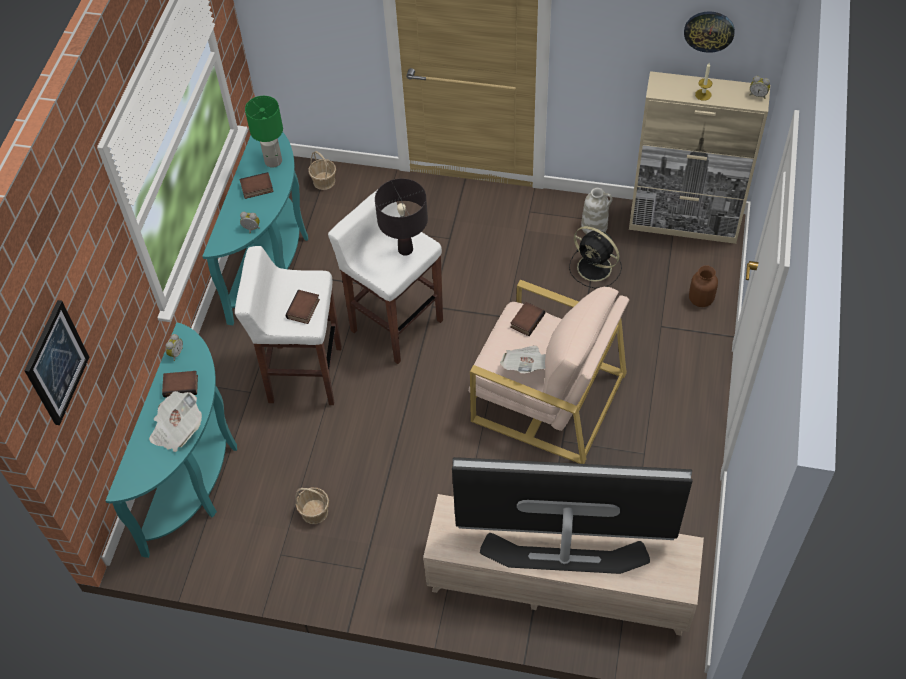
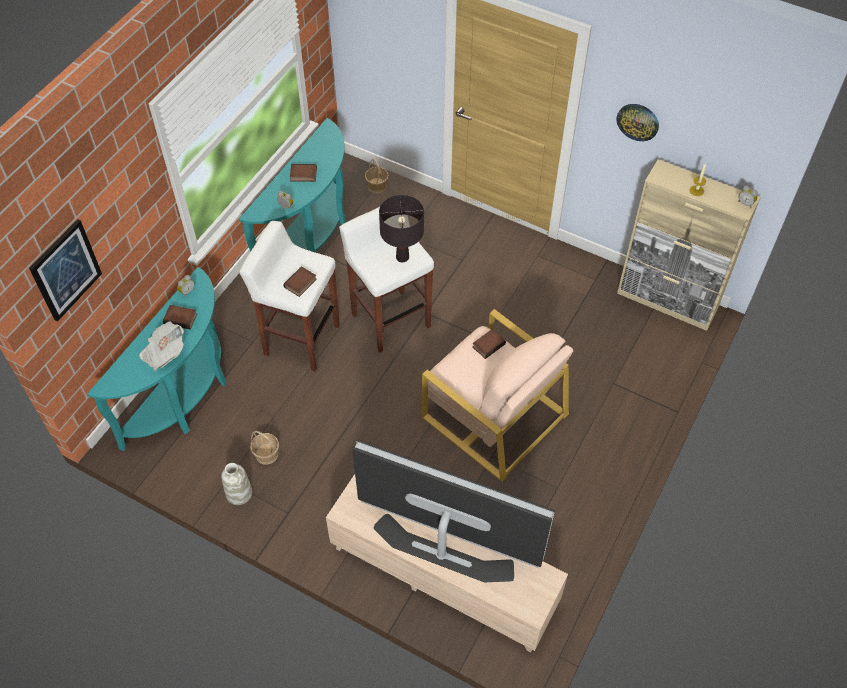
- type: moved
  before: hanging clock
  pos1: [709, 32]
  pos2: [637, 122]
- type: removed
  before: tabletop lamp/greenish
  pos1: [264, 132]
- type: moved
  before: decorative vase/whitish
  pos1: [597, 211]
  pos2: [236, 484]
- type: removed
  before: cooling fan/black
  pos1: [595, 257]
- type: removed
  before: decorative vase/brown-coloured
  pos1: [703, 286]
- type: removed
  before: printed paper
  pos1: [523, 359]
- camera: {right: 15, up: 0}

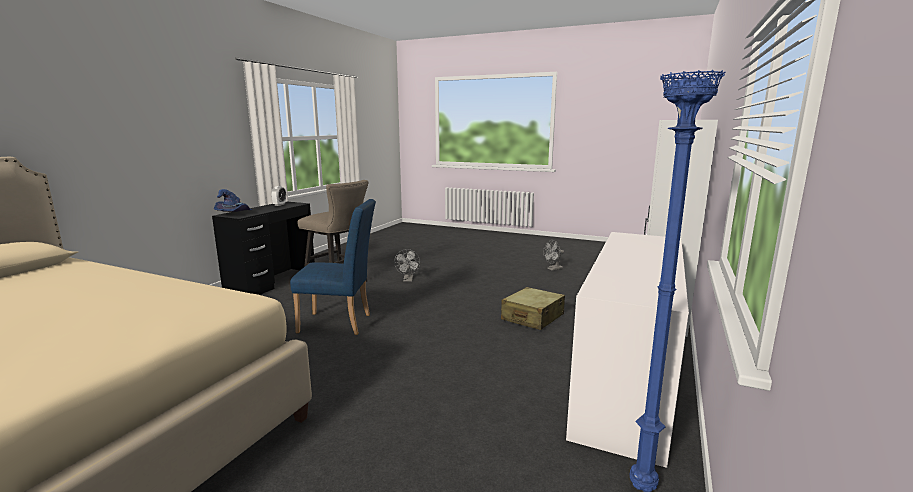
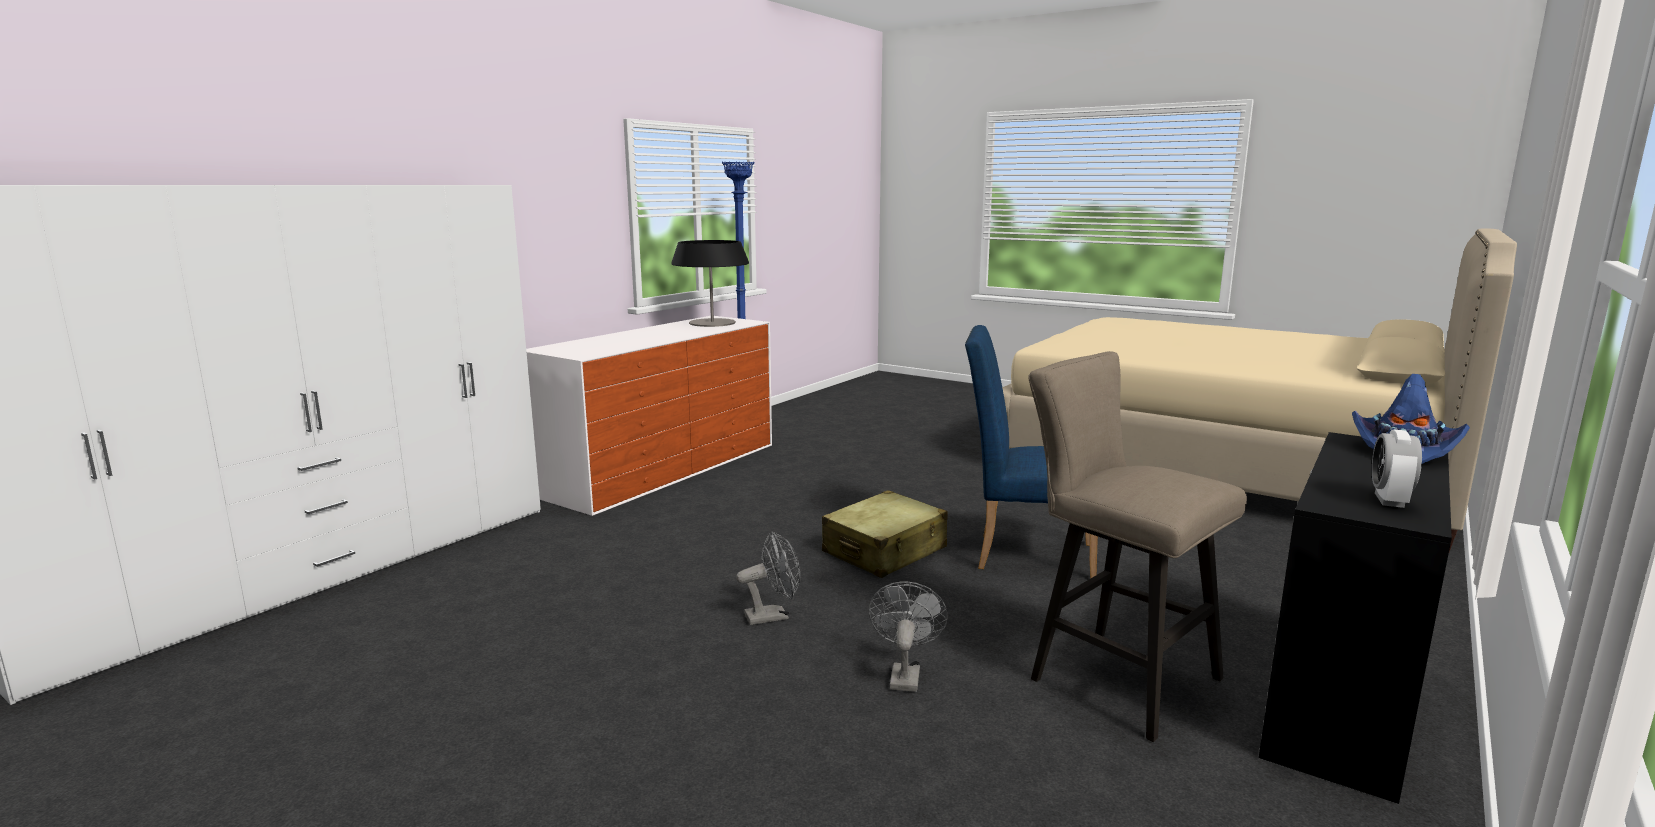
- type: moved
  before: cooling fan/gray
  pos1: [553, 255]
  pos2: [768, 578]
- type: moved
  before: travel case/beige
  pos1: [533, 308]
  pos2: [885, 534]
- type: added
  after: tabletop lamp
  pos2: [710, 283]
- camera: {right: -170, up: 0}

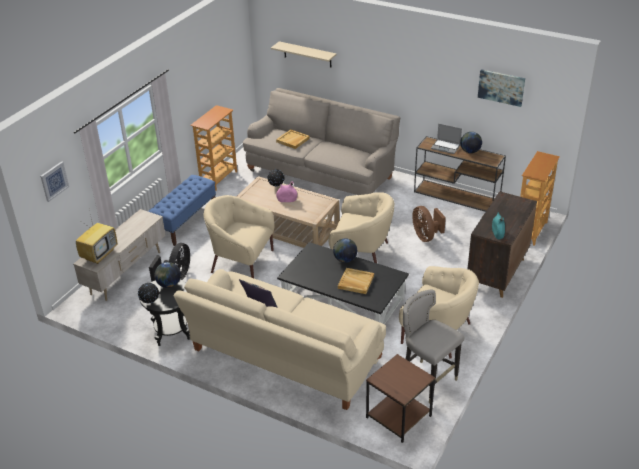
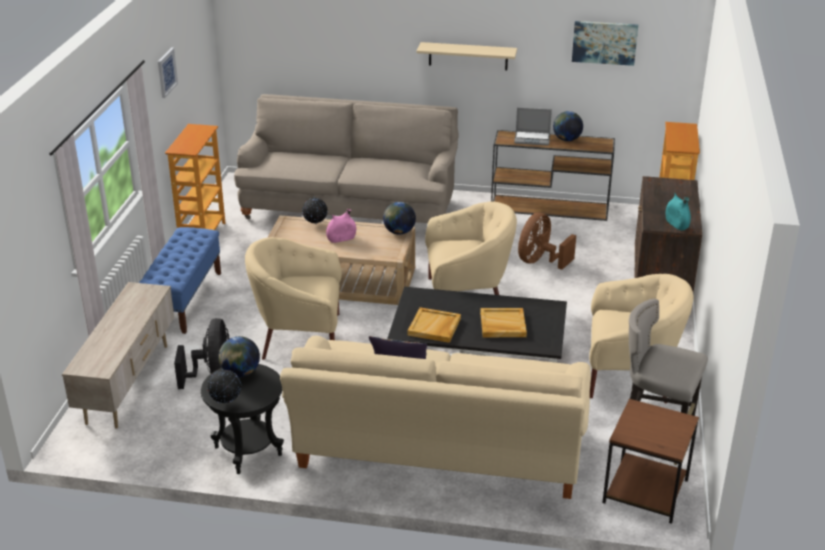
- type: moved
  before: bracket shelf/beige
  pos1: [304, 54]
  pos2: [467, 56]
- type: moved
  before: tray/beige
  pos1: [293, 139]
  pos2: [434, 325]
- type: moved
  before: wall art
  pos1: [54, 181]
  pos2: [168, 73]
- type: turned
  before: cooling fan/brown-coloured
  pos1: [429, 224]
  pos2: [547, 241]
  turn: 75
- type: removed
  before: TV set
  pos1: [96, 239]
- type: moved
  before: desk globe
  pos1: [345, 250]
  pos2: [399, 218]
- camera: {right: -20, up: -5}

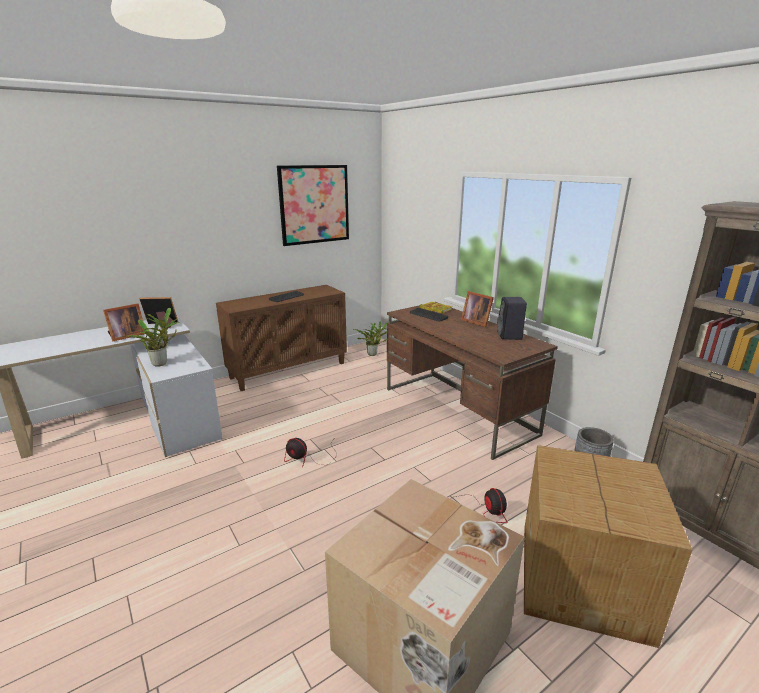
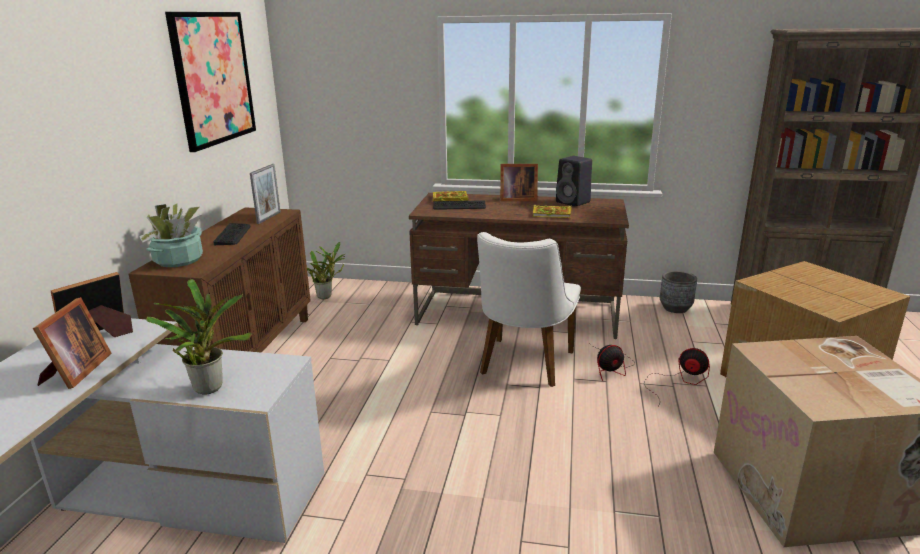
- type: moved
  before: cooling fan
  pos1: [310, 452]
  pos2: [613, 363]
- type: added
  after: picture frame
  pos2: [265, 194]
- type: added
  after: houseplant
  pos2: [171, 235]
- type: added
  after: bound book
  pos2: [552, 211]
- type: added
  after: upright chair/whitish
  pos2: [529, 309]
- camera: {right: -45, up: 0}

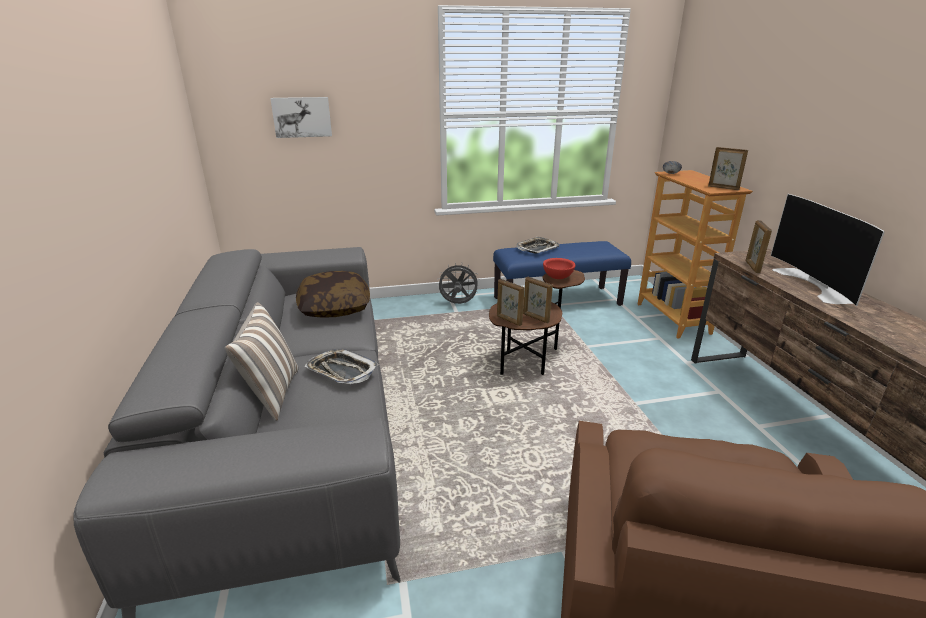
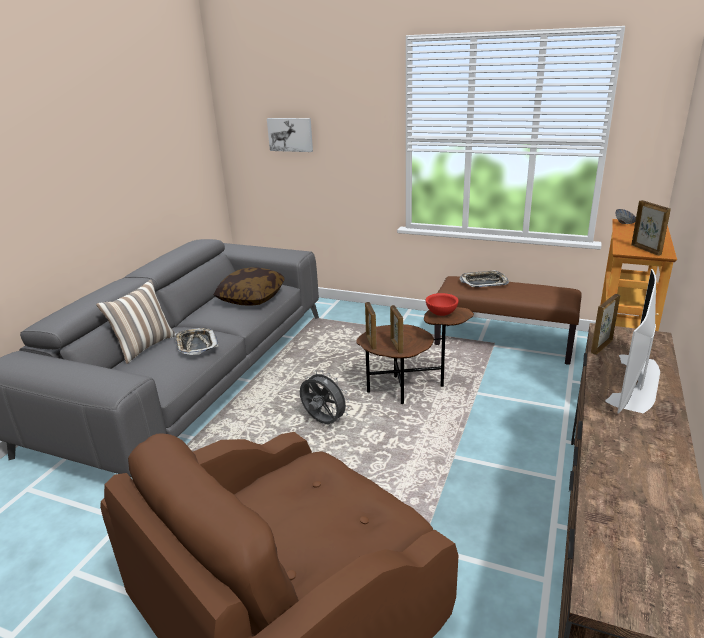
- type: recoloured
  before: long seat/blue-coloured
  after: long seat/brown-coloured
  pos1: [562, 273]
  pos2: [508, 320]
- type: moved
  before: cooling fan/gray
  pos1: [458, 283]
  pos2: [325, 397]
- camera: {right: 35, up: 0}

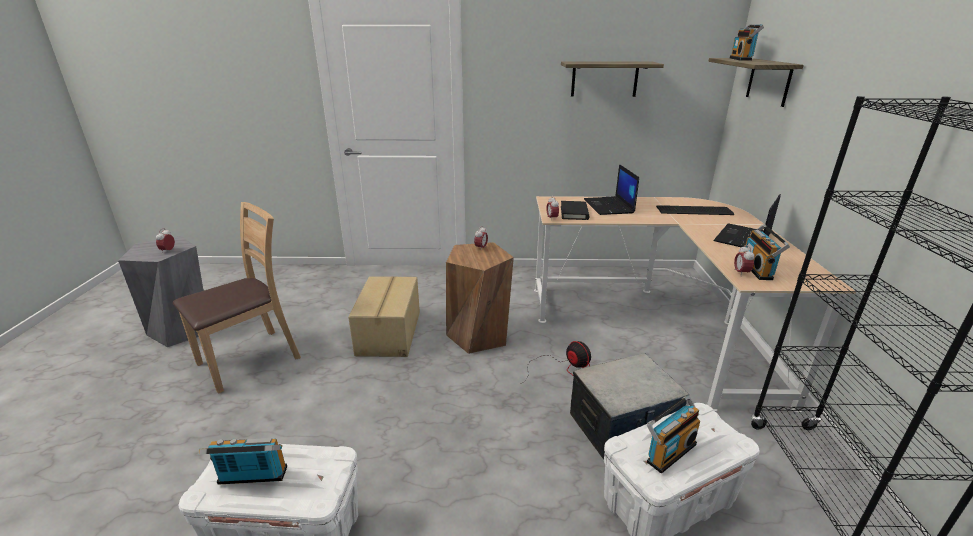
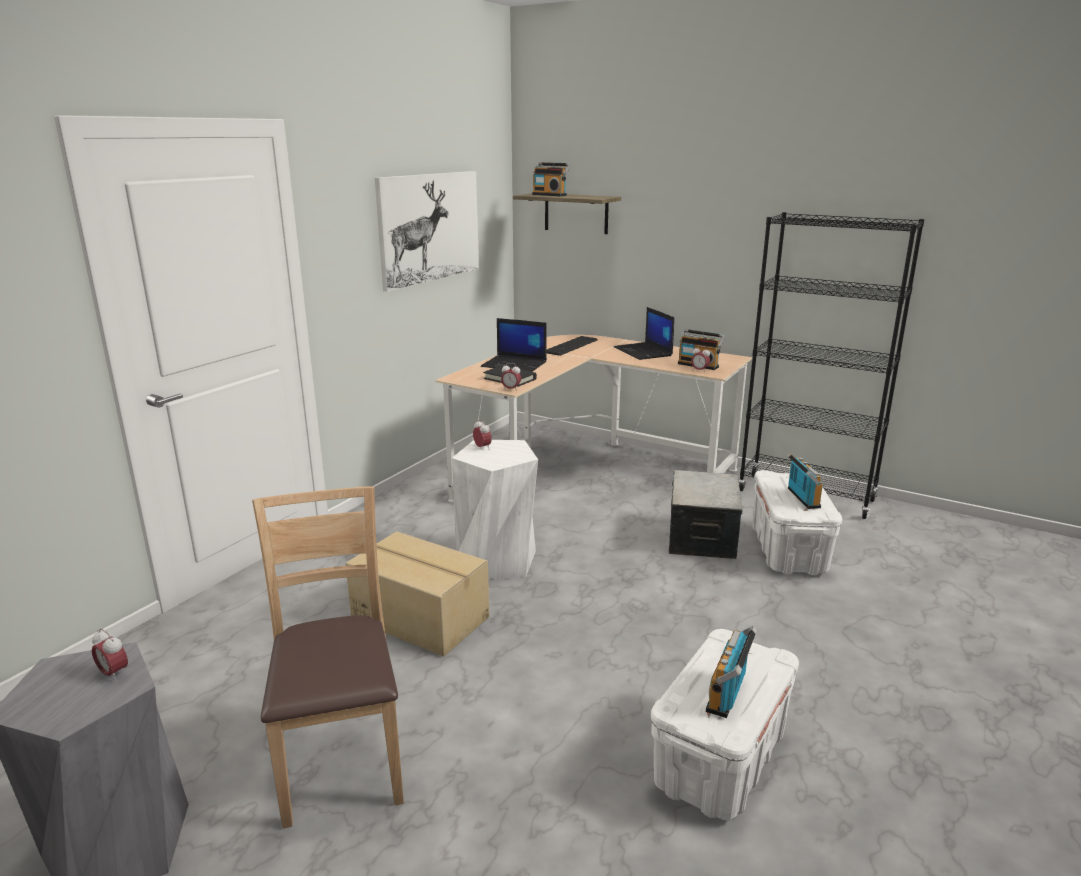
- type: replaced
  before: bracket shelf
  after: wall art
  pos1: [612, 79]
  pos2: [427, 231]
- type: recoloured
  before: sitting stool/brown-coloured
  after: sitting stool/whitish
  pos1: [480, 298]
  pos2: [495, 509]
- type: removed
  before: cooling fan
  pos1: [557, 361]
- camera: {right: -60, up: -5}

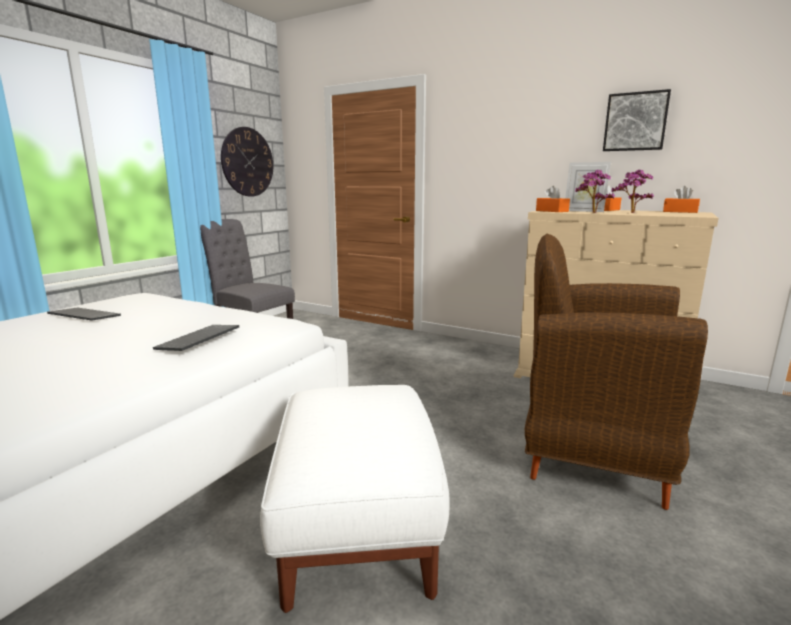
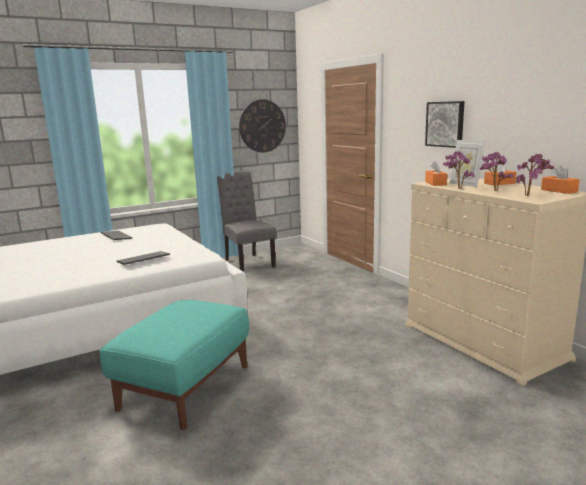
- type: moved
  before: wall art
  pos1: [637, 120]
  pos2: [445, 124]
- type: removed
  before: armchair/brown-coloured
  pos1: [616, 372]
- type: recoloured
  before: footrest/whitish
  after: footrest/turquoise
  pos1: [355, 499]
  pos2: [174, 365]
- type: added
  after: houseplant
  pos2: [535, 175]
- camera: {right: 30, up: 0}

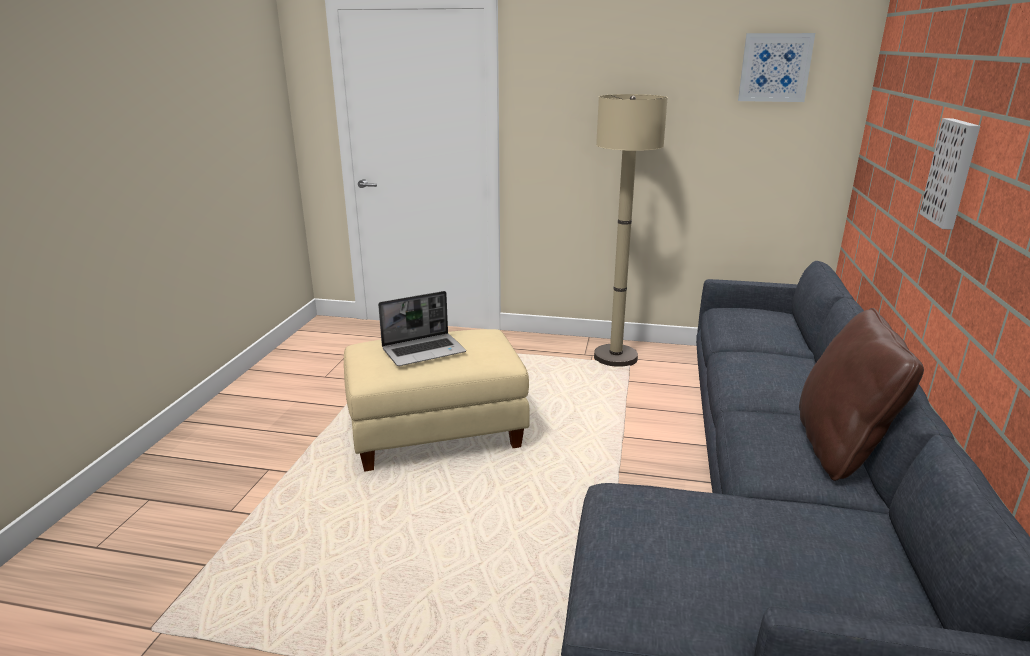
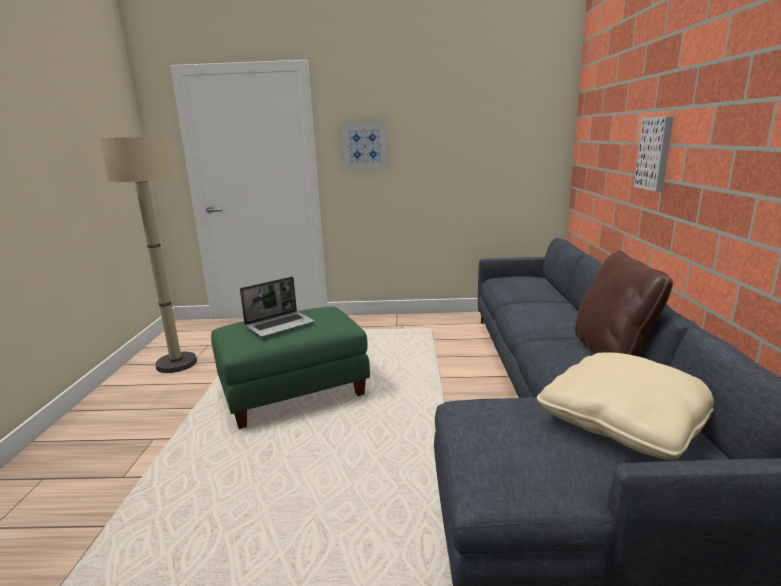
- type: moved
  before: wall art
  pos1: [776, 67]
  pos2: [365, 145]
- type: moved
  before: standard lamp/beige
  pos1: [631, 230]
  pos2: [148, 254]
- type: recoloured
  before: footrest/beige
  after: footrest/greenish
  pos1: [437, 400]
  pos2: [290, 368]
- type: added
  after: pillow/beige
  pos2: [625, 406]
- camera: {right: -10, up: -5}

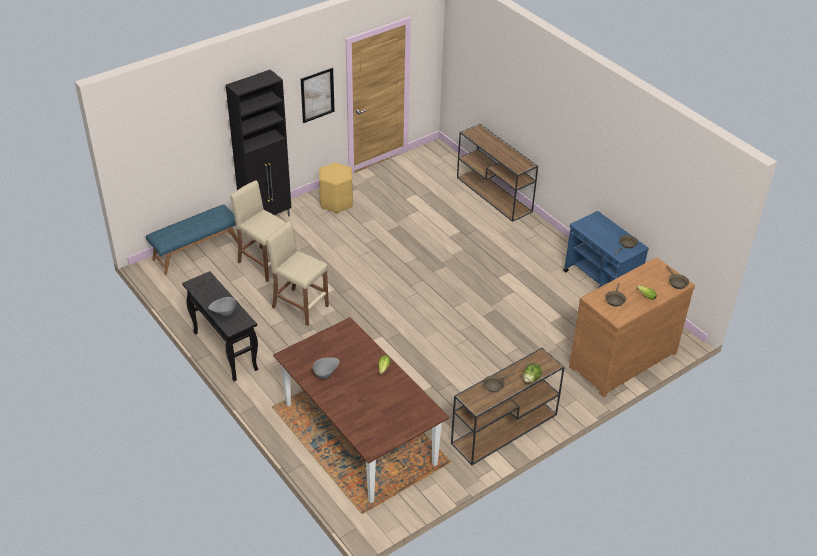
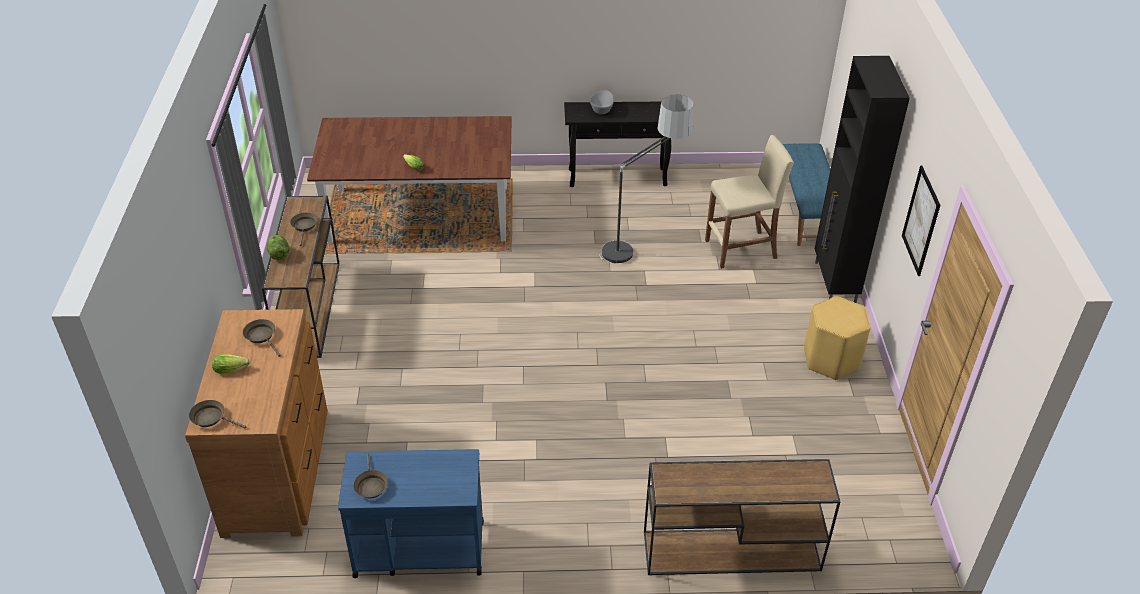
- type: replaced
  before: sitting stool/beige
  after: standard lamp
  pos1: [297, 273]
  pos2: [646, 178]
- type: removed
  before: serving bowl/gray
  pos1: [326, 368]
- camera: {right: 125, up: 0}

